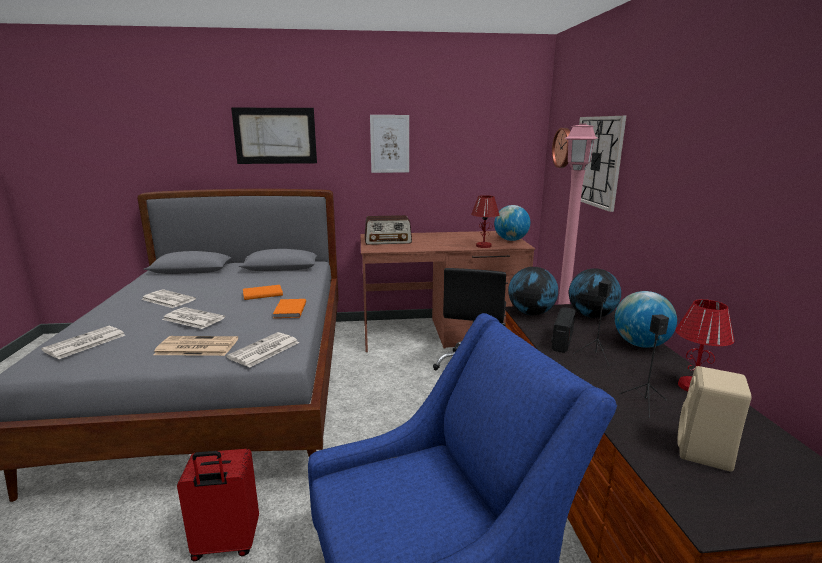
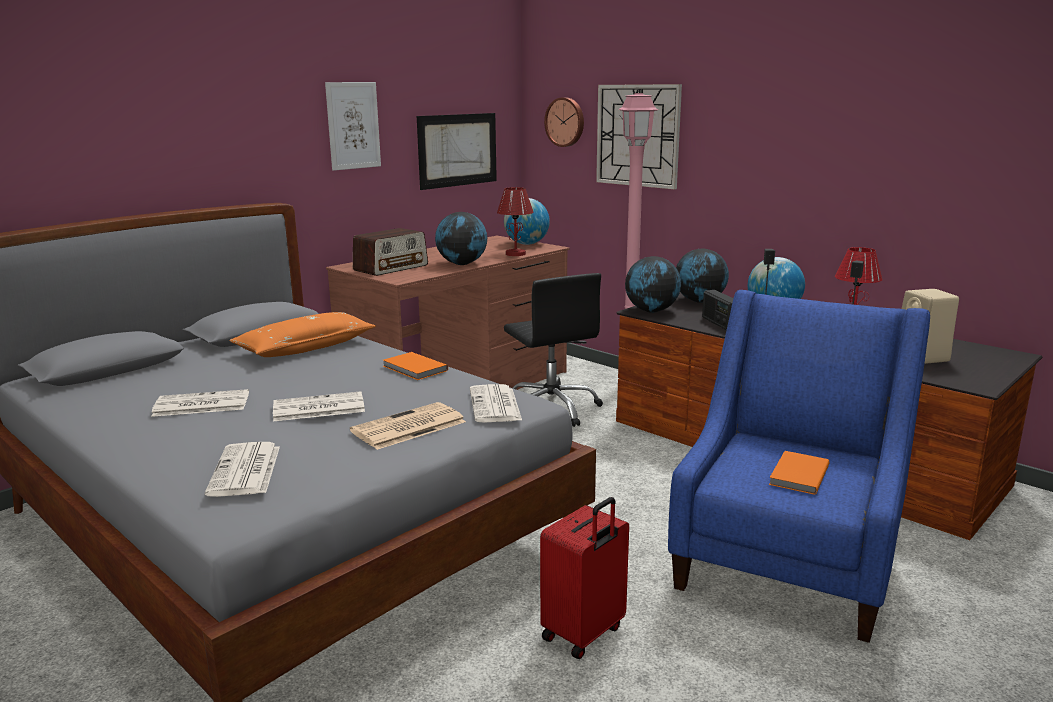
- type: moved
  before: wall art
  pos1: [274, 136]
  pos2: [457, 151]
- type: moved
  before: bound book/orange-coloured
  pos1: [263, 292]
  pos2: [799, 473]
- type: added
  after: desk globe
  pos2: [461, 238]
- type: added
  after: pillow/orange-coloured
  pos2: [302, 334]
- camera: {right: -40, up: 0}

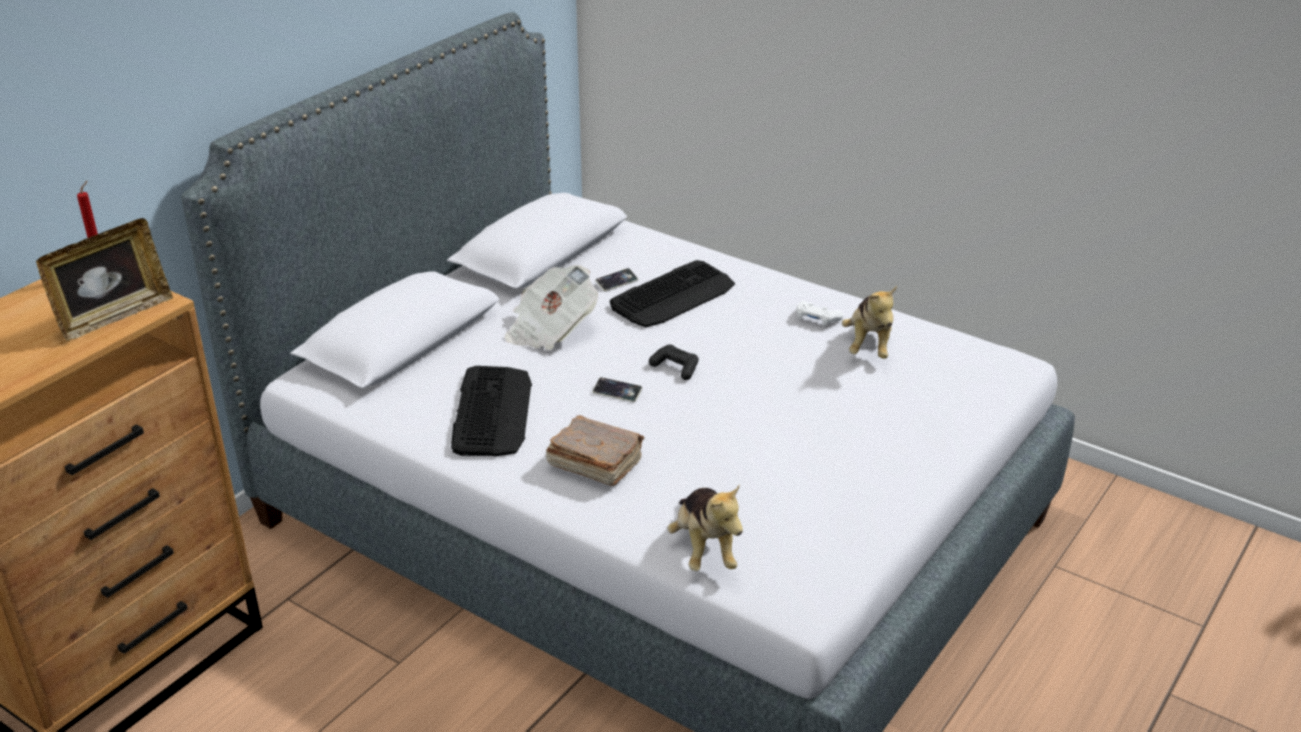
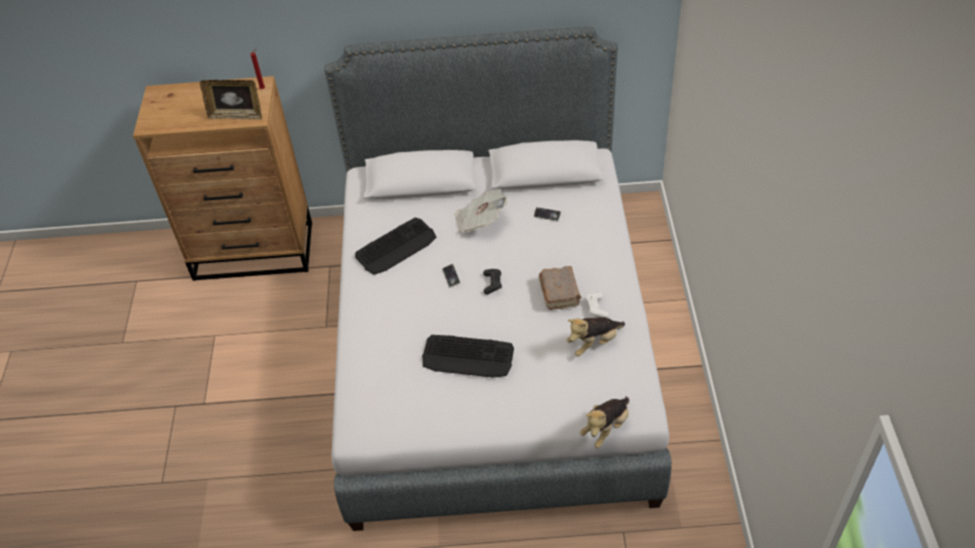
- type: moved
  before: computer keyboard
  pos1: [672, 293]
  pos2: [468, 356]
- type: moved
  before: bound book/brown-coloured
  pos1: [595, 450]
  pos2: [559, 288]
- type: moved
  before: cuddly toy
  pos1: [705, 527]
  pos2: [604, 422]
- camera: {right: 55, up: 15}

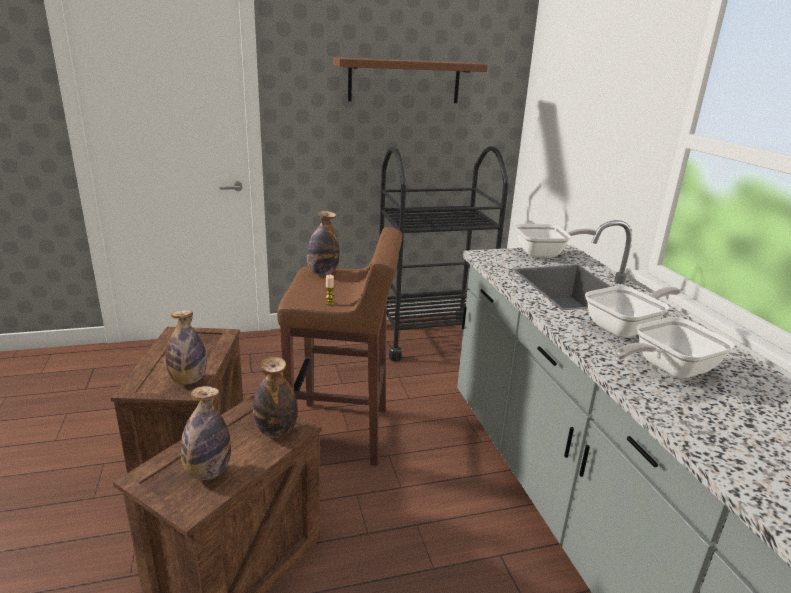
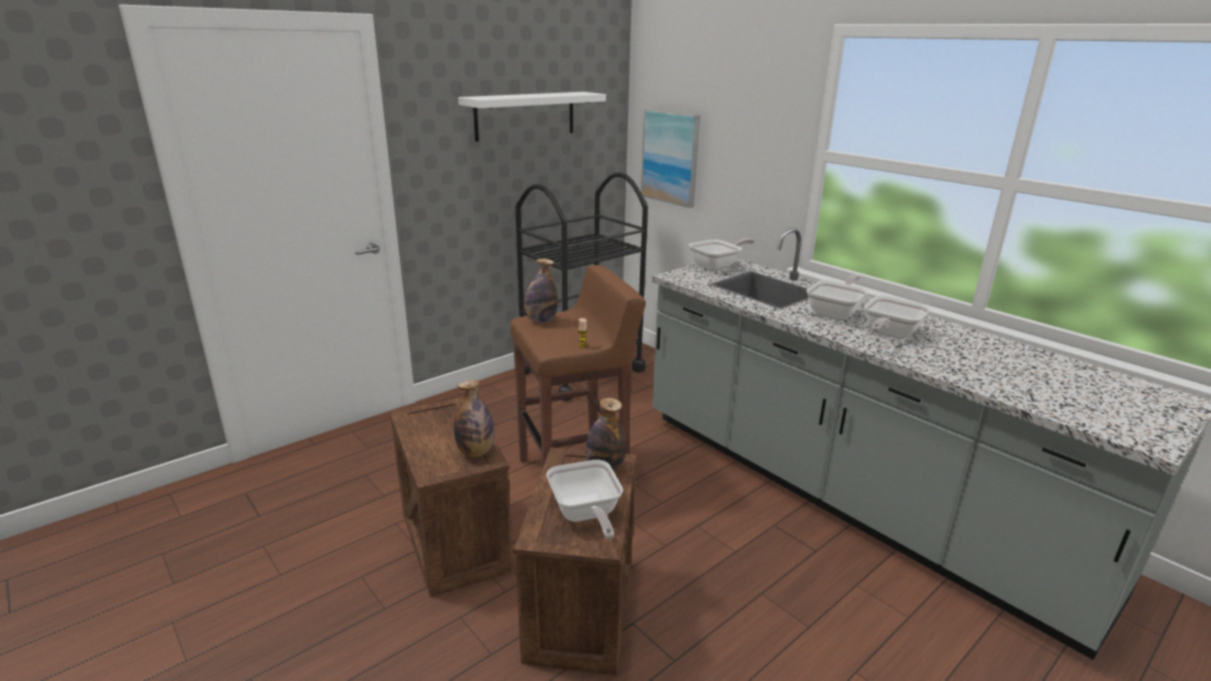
- type: recoloured
  before: bracket shelf/brown-coloured
  after: bracket shelf/whitish
  pos1: [410, 80]
  pos2: [532, 117]
- type: replaced
  before: bottle
  after: frying pan
  pos1: [205, 433]
  pos2: [584, 500]
- type: added
  after: wall art
  pos2: [670, 158]
- camera: {right: -25, up: 0}

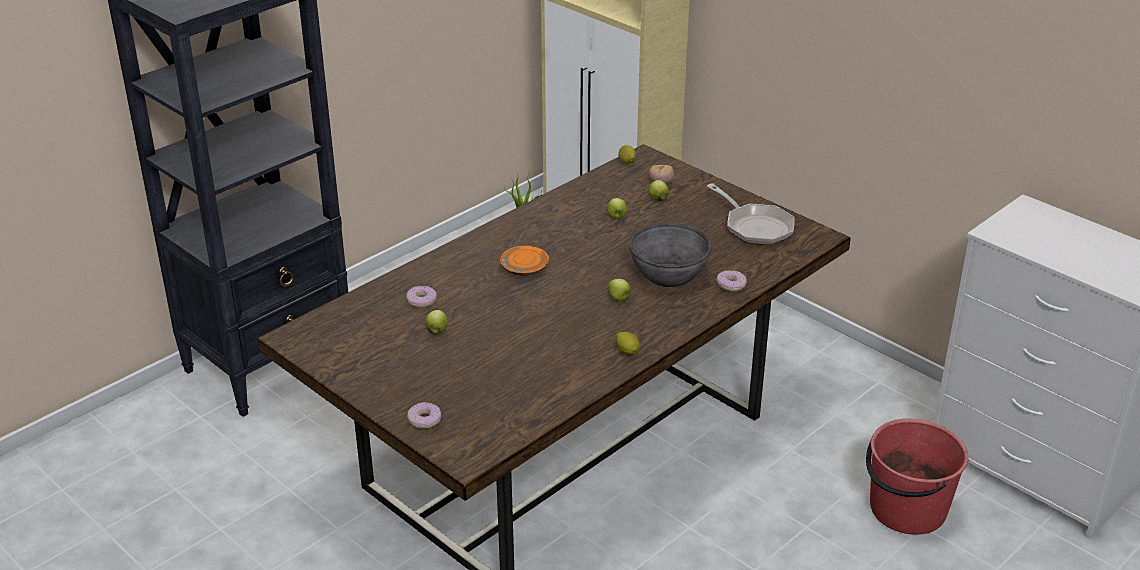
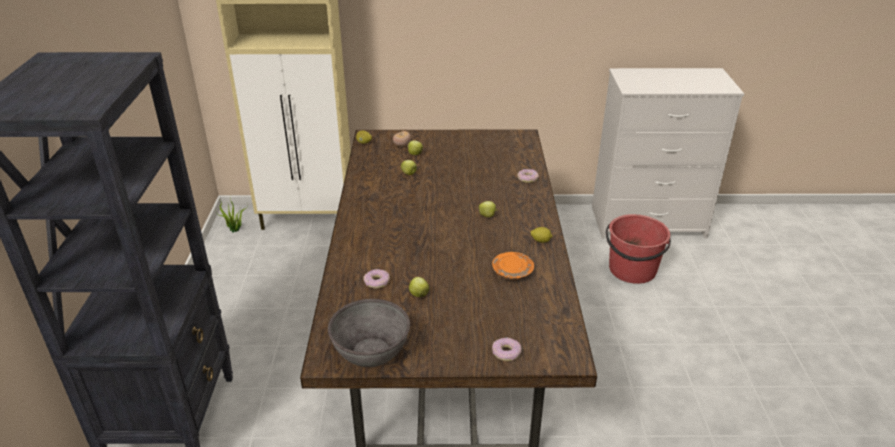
- type: removed
  before: frying pan
  pos1: [751, 214]
- type: moved
  before: serving bowl/gray
  pos1: [670, 255]
  pos2: [369, 333]
- type: moved
  before: dinner plate/orange-coloured
  pos1: [524, 261]
  pos2: [513, 266]
- camera: {right: -45, up: 0}

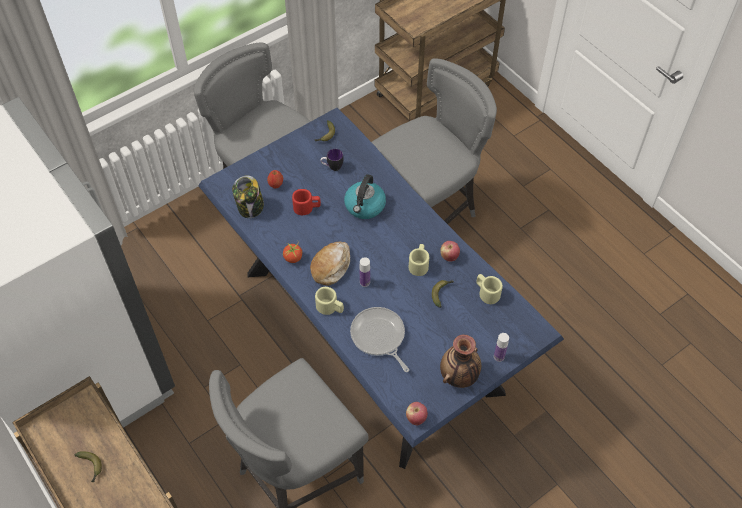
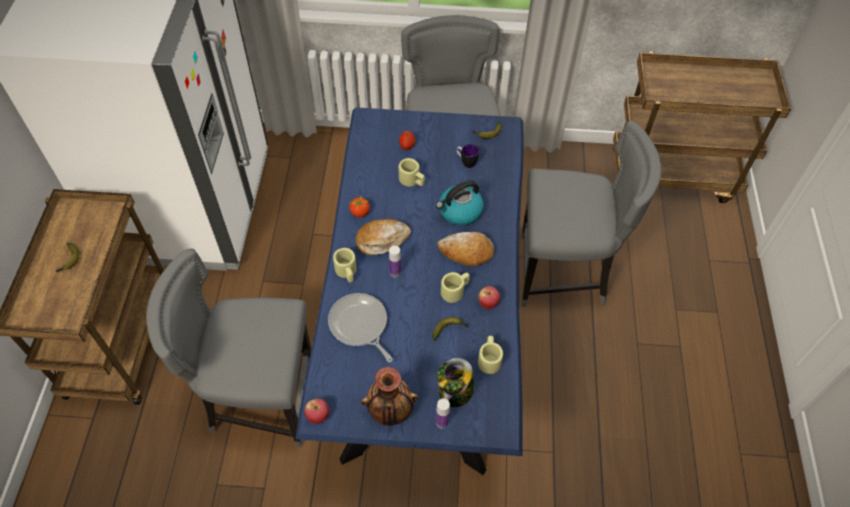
- type: moved
  before: storage jar
  pos1: [248, 196]
  pos2: [455, 382]
- type: recoloured
  before: tea mug/red
  after: tea mug/beige
  pos1: [306, 202]
  pos2: [412, 172]
- type: turned
  before: frying pan
  pos1: [379, 339]
  pos2: [360, 327]
  turn: -45
- type: added
  after: baked bread
  pos2: [465, 249]
- camera: {right: 40, up: 0}

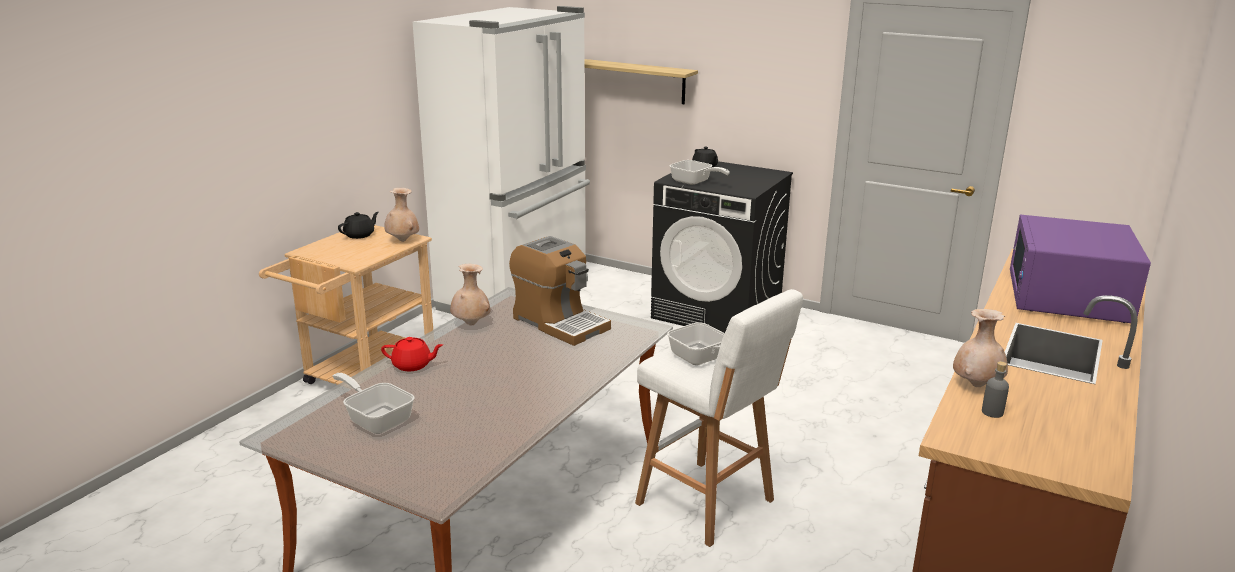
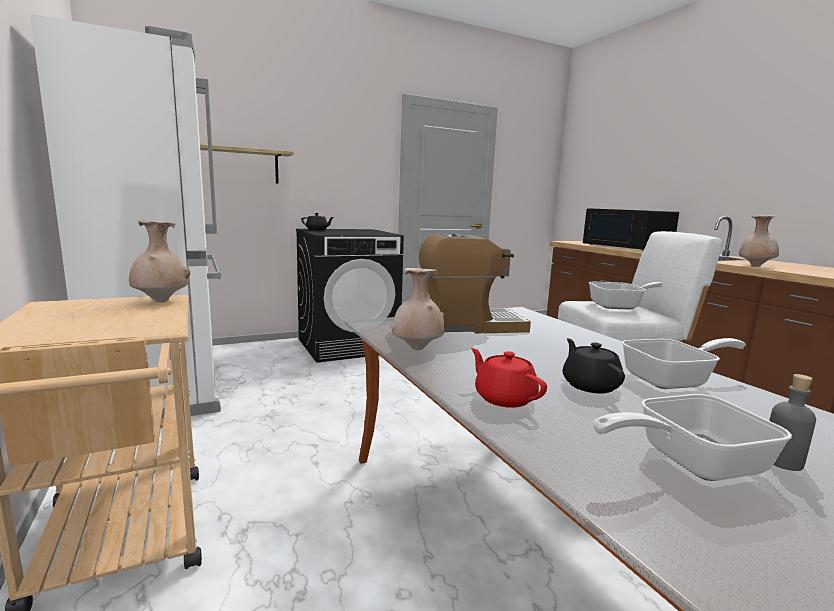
- type: moved
  before: frying pan
  pos1: [700, 172]
  pos2: [684, 363]
- type: moved
  before: tea pot/black
  pos1: [358, 225]
  pos2: [593, 365]
- type: recoloured
  before: microwave oven/purple
  after: microwave oven/black
  pos1: [1080, 269]
  pos2: [631, 229]
- type: turned
  before: tea pot/red
  pos1: [412, 354]
  pos2: [509, 378]
  turn: -75
- type: moved
  before: bottle/gray
  pos1: [995, 389]
  pos2: [792, 422]
- camera: {right: -55, up: -10}

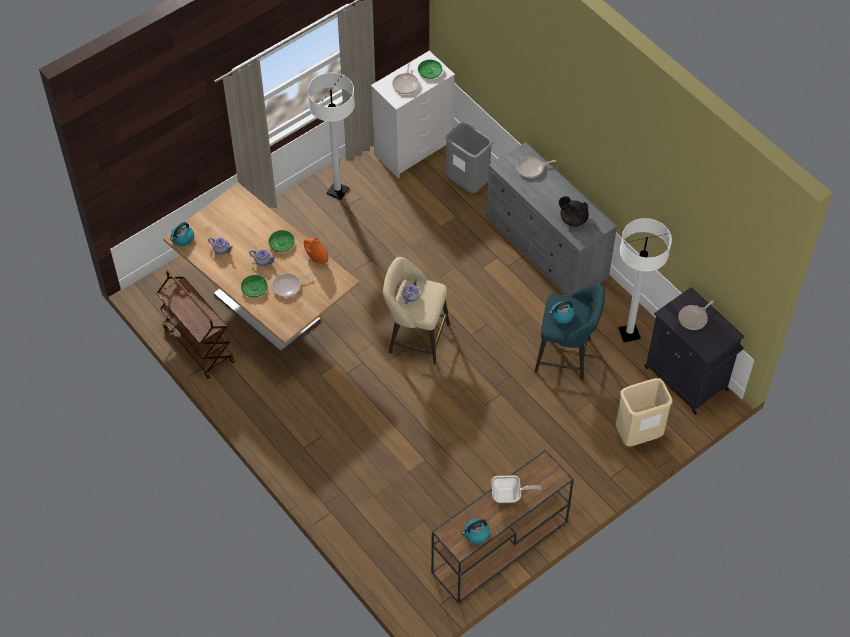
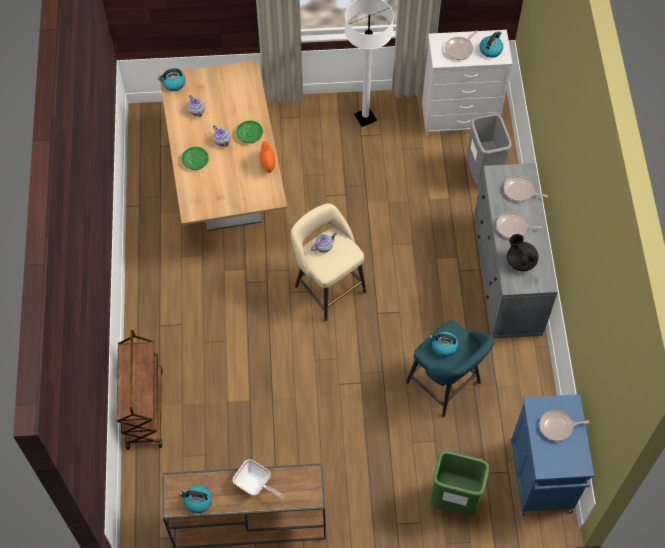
- type: replaced
  before: dinner plate/greenish
  after: kettle
  pos1: [430, 69]
  pos2: [491, 44]
- type: removed
  before: standard lamp/whitish
  pos1: [645, 280]
- type: moved
  before: wheeled cart/brown-coloured
  pos1: [195, 324]
  pos2: [139, 390]
- type: moved
  before: frying pan
  pos1: [292, 285]
  pos2: [519, 225]
- type: recoloured
  before: storage cabinet/black
  after: storage cabinet/blue-coloured
  pos1: [694, 351]
  pos2: [553, 455]
- type: recoloured
  before: rubbish bin/beige
  after: rubbish bin/greenish
  pos1: [644, 412]
  pos2: [460, 484]
- camera: {right: 35, up: 5}

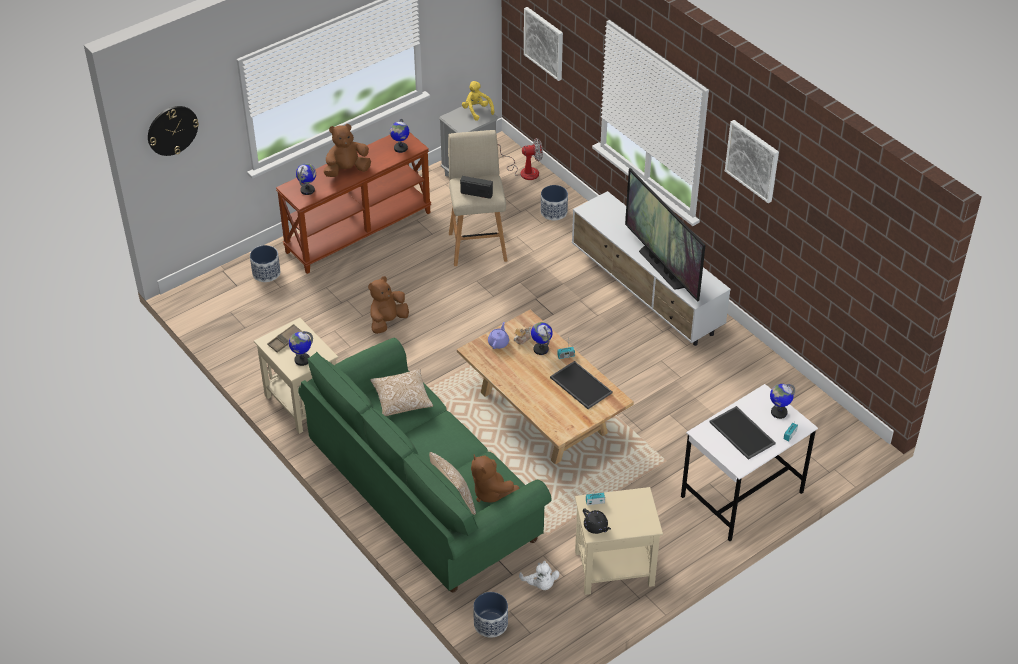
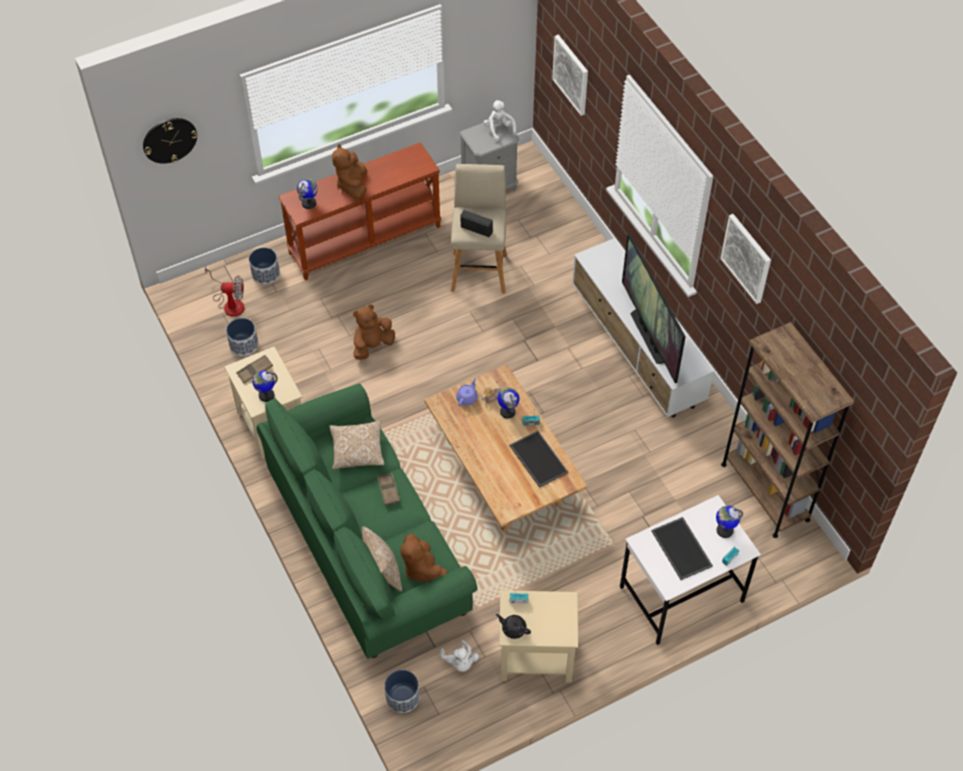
- type: recoloured
  before: cuddly toy/yellow
  after: cuddly toy/whitish
  pos1: [478, 101]
  pos2: [500, 120]
- type: removed
  before: desk globe
  pos1: [399, 136]
- type: turned
  before: cuddly toy/brown-coloured
  pos1: [347, 150]
  pos2: [349, 171]
  turn: -75
- type: moved
  before: cooling fan
  pos1: [520, 159]
  pos2: [224, 290]
- type: moved
  before: flower pot
  pos1: [554, 202]
  pos2: [242, 337]
- type: turned
  before: tea pot/black
  pos1: [597, 521]
  pos2: [513, 626]
  turn: 150
- type: added
  after: shelving unit/brown-coloured
  pos2: [787, 430]
- type: added
  after: tray/brown-coloured
  pos2: [388, 489]
- camera: {right: 10, up: 10}

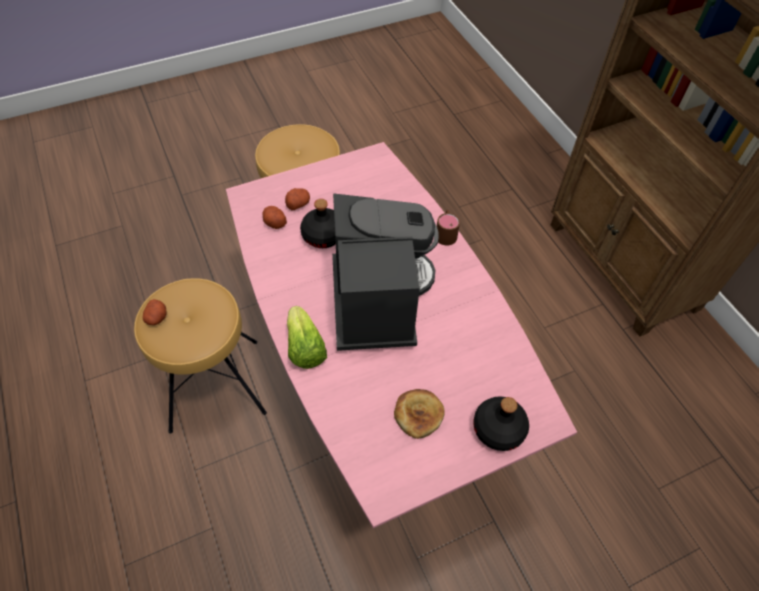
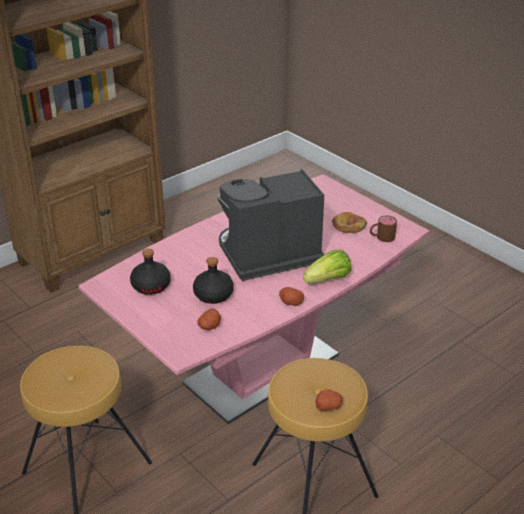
- type: moved
  before: spud
  pos1: [297, 199]
  pos2: [291, 296]
- type: moved
  before: tea mug/brown-coloured
  pos1: [448, 228]
  pos2: [383, 228]
- type: moved
  before: bottle/black
  pos1: [501, 423]
  pos2: [150, 271]
- camera: {right: -105, up: -20}

